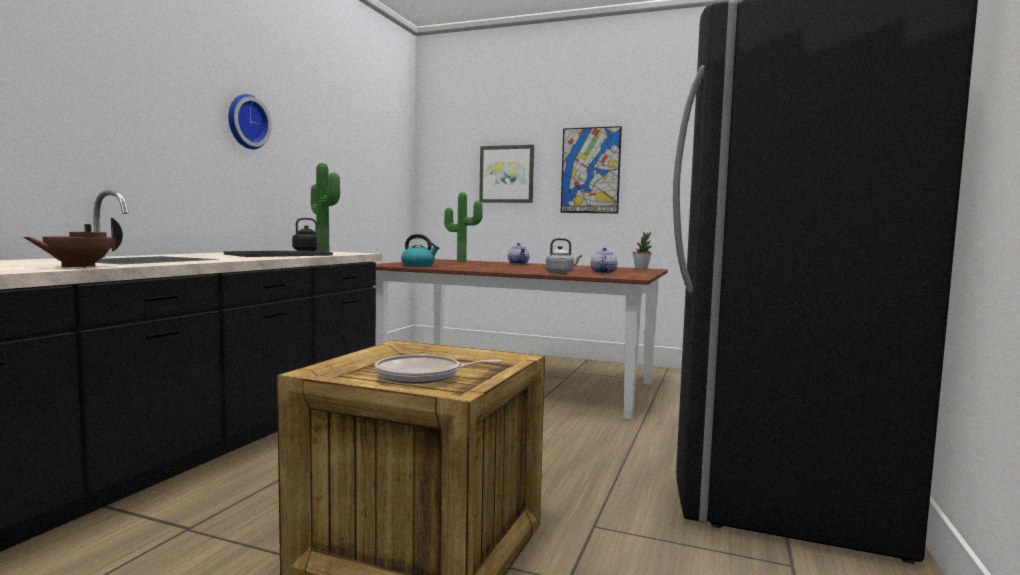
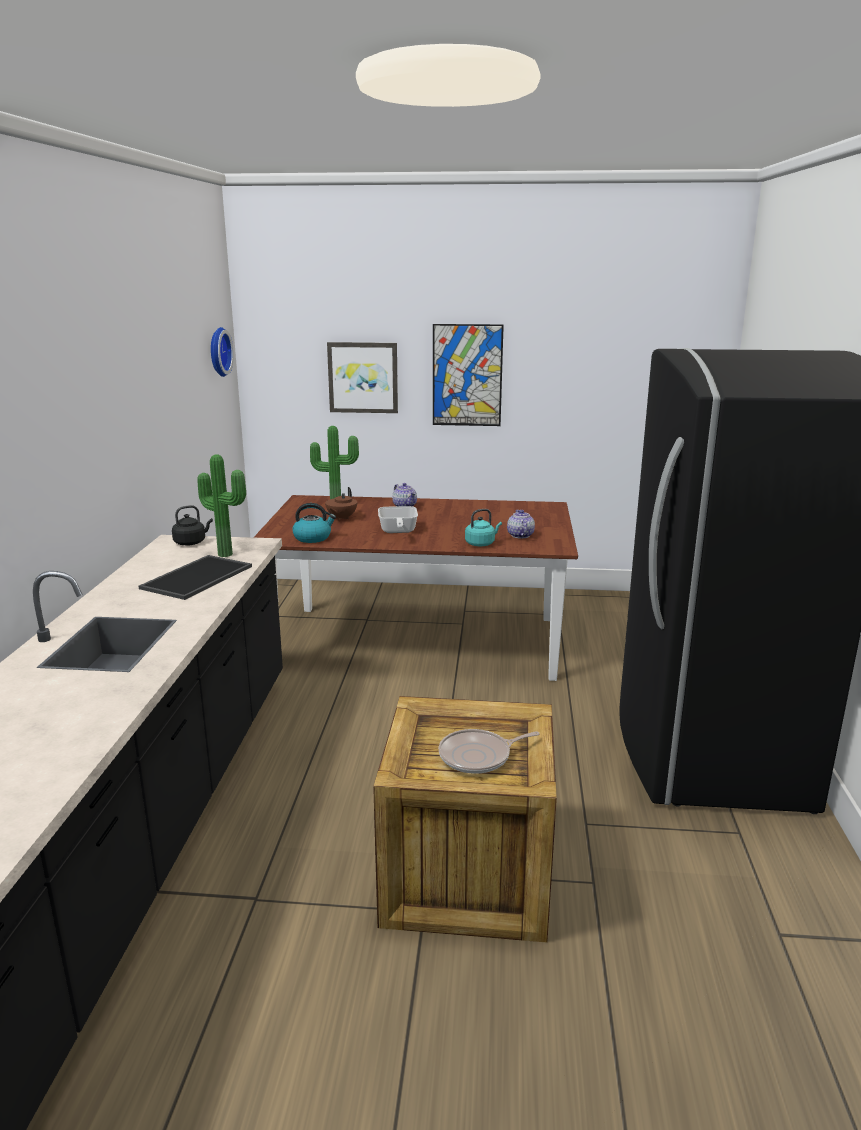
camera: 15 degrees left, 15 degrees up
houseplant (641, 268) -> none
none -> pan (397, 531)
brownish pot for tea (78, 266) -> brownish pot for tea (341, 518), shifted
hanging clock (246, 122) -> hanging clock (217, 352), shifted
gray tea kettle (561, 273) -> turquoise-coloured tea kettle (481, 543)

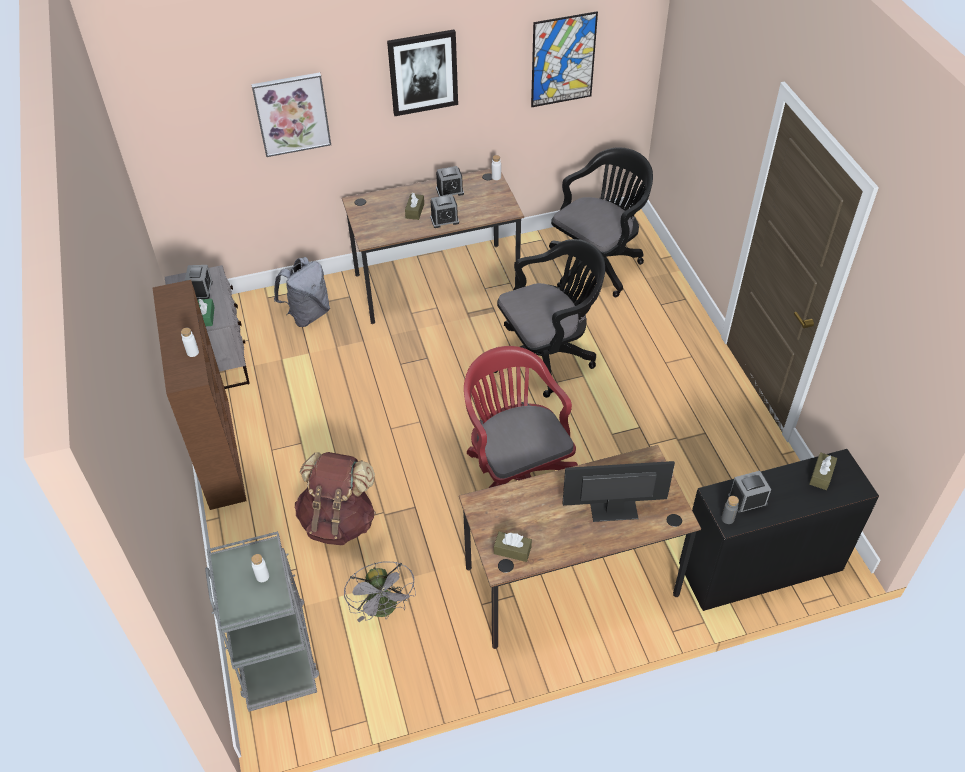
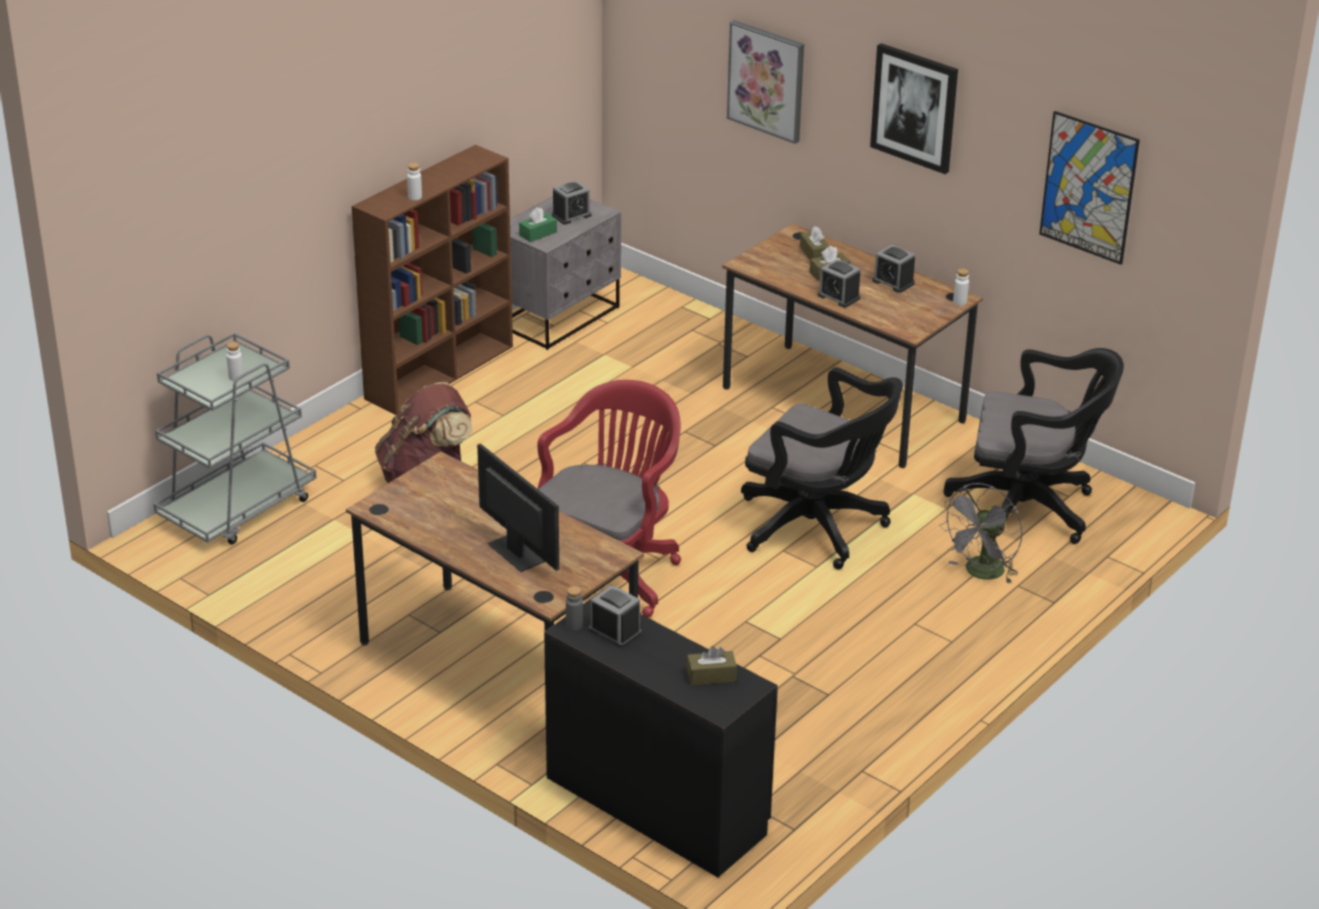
camera: 55 degrees right, 15 degrees down
gray backpack (308, 314) -> none
gray fan (384, 610) -> gray fan (981, 574), shifted
brownish tissue box (512, 550) -> brownish tissue box (814, 253), shifted

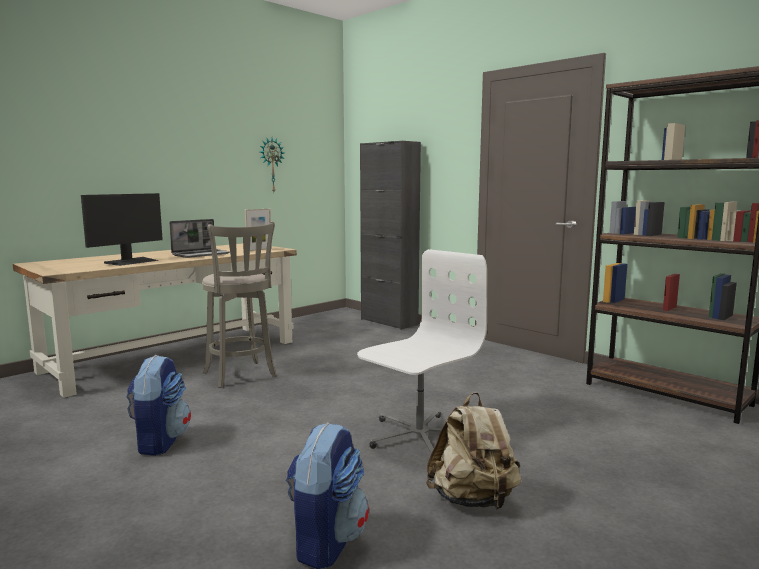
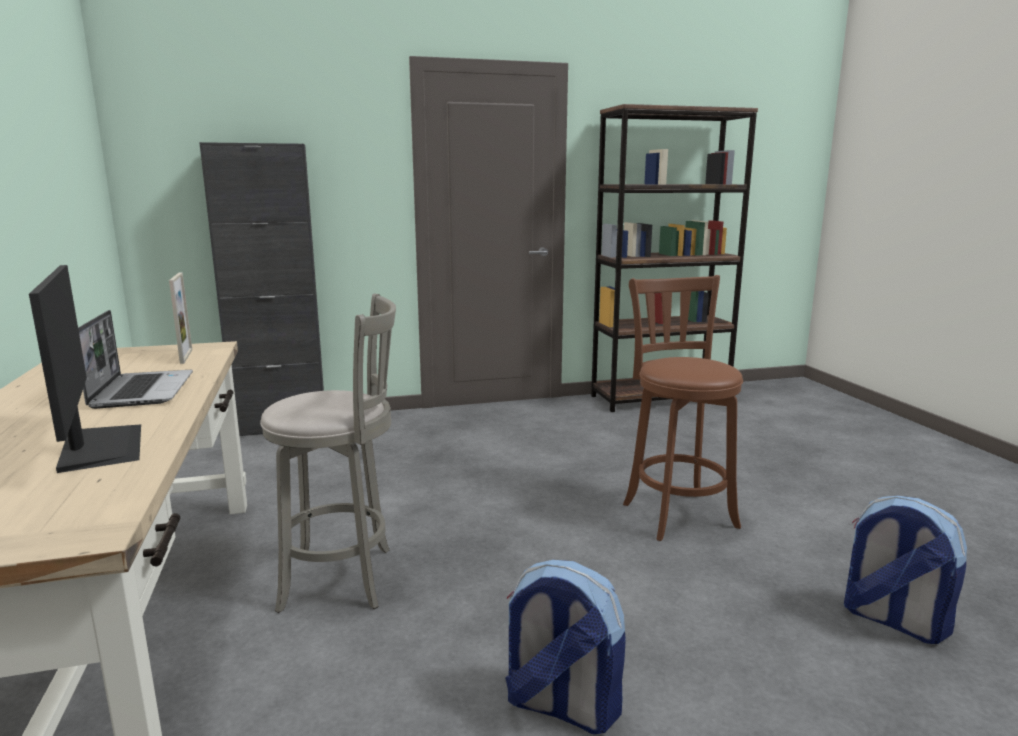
camera: 60 degrees left, 5 degrees up
hanging clock (271, 165) -> none
sand-coloured backpack (473, 500) -> none
whitish computer chair (418, 436) -> brownish stool seat (676, 512)

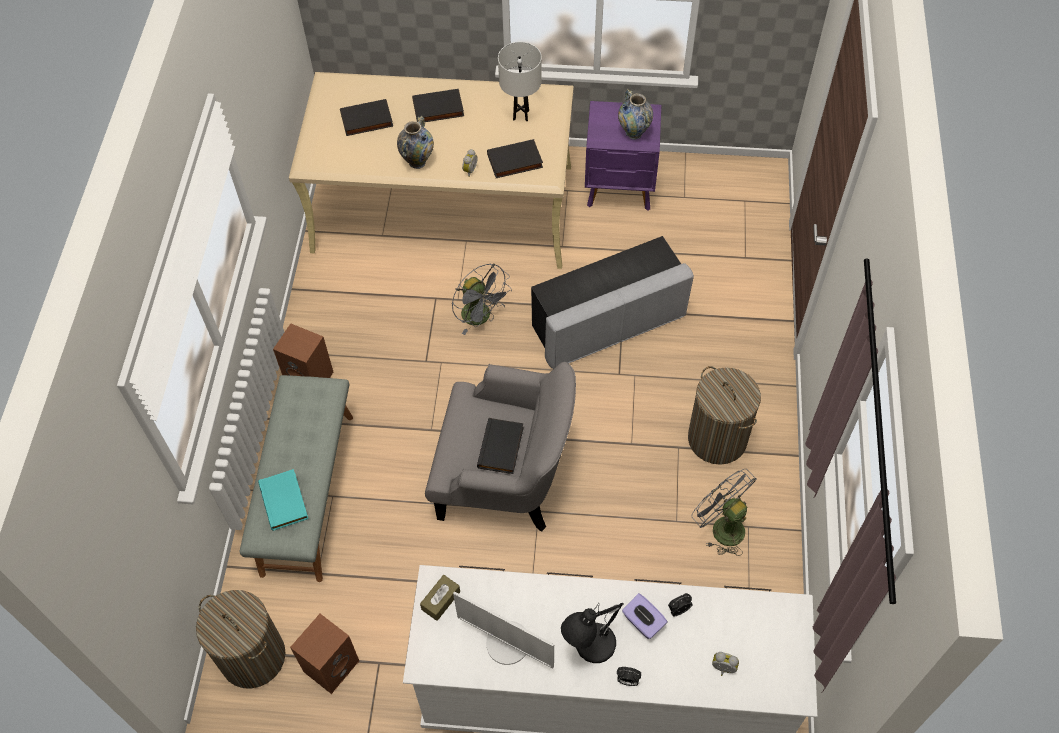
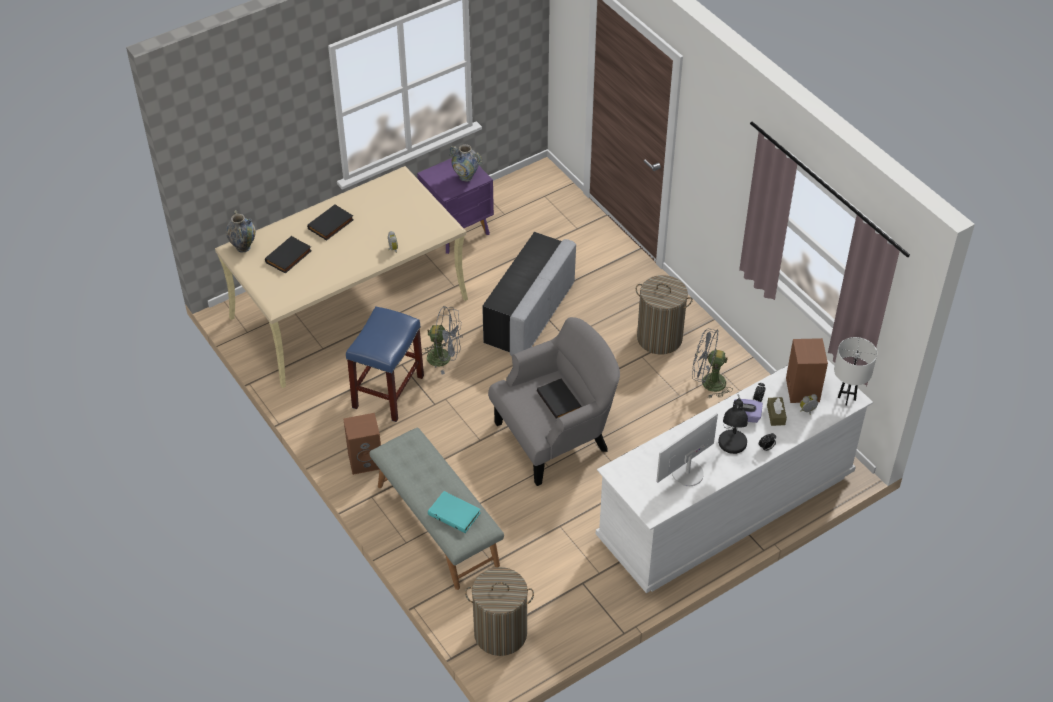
camera: 40 degrees left, 10 degrees down
blackish book (515, 162) -> none
none -> blue stool seat (388, 392)
brownish loudspeaker (331, 664) -> brownish loudspeaker (801, 389), shifted
decorative vase (417, 162) -> decorative vase (243, 247), shifted
brownish tissue box (441, 600) -> brownish tissue box (776, 415), shifted
whitish table lamp (521, 115) -> whitish table lamp (846, 398), shifted
computer screen (508, 643) -> computer screen (687, 473), 150 degrees clockwise

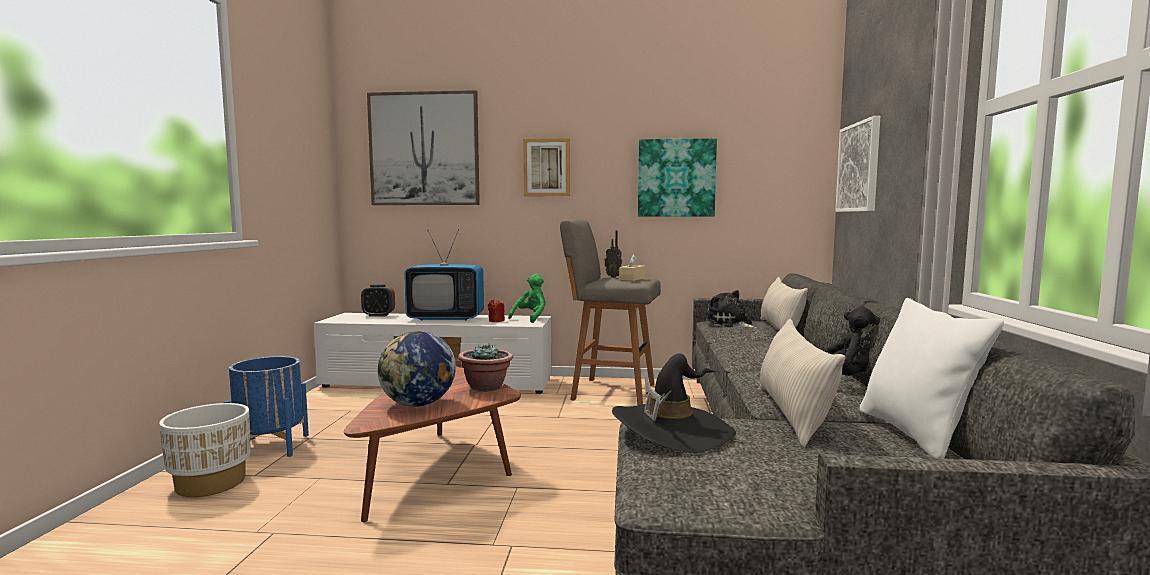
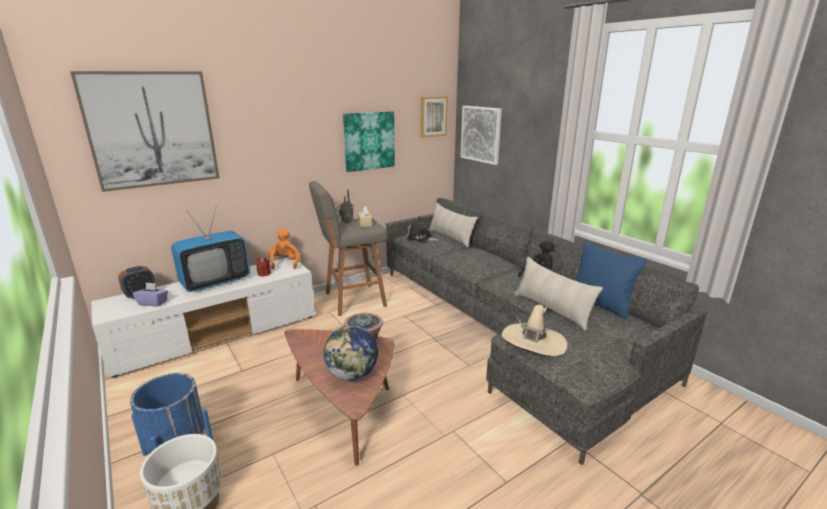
camera: 40 degrees left, 15 degrees up
none -> purple tissue box (153, 302)
picture (546, 167) -> picture (433, 116), shifted
green-coloured cuddly toy (531, 318) -> orange cuddly toy (284, 263)
blackish hat (672, 430) -> sand-coloured hat (533, 342)
whitish cushion (915, 433) -> blue cushion (600, 305)

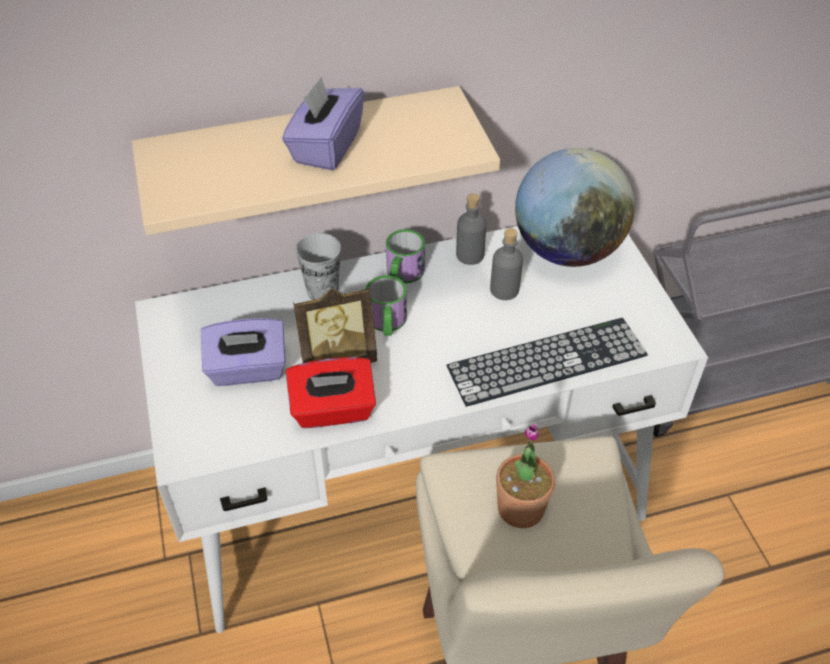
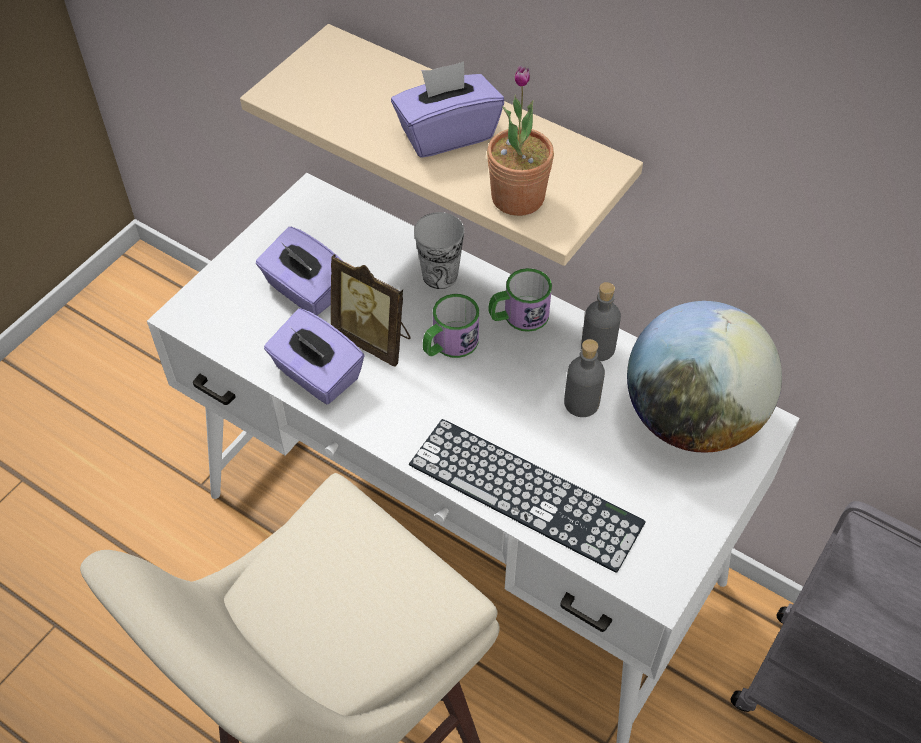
camera: 50 degrees right, 5 degrees up
houseplant (520, 508) -> houseplant (517, 197), shifted
reddish tissue box (333, 410) -> purple tissue box (317, 375)

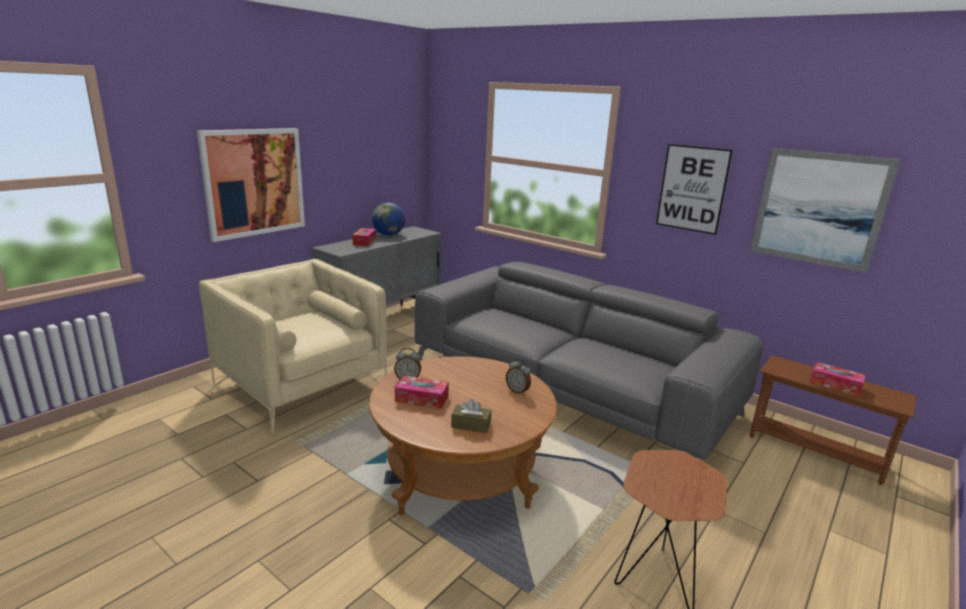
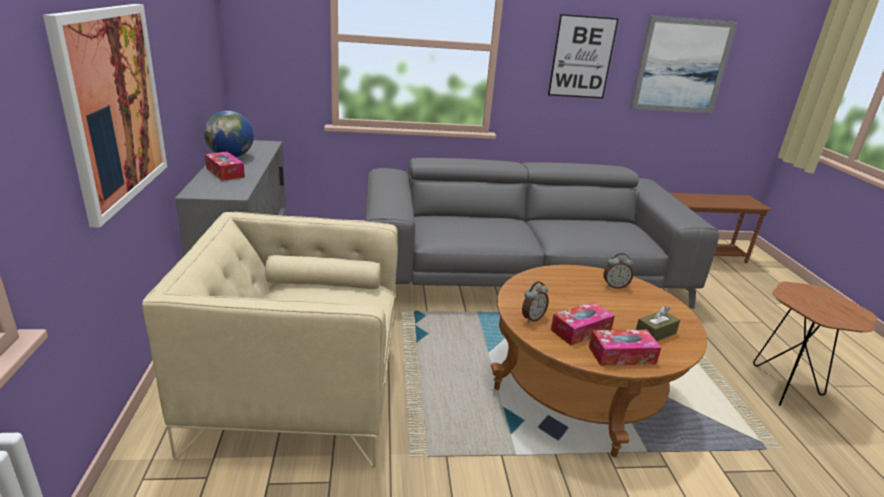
camera: 45 degrees left, 5 degrees up
tissue box (835, 385) -> tissue box (622, 355), shifted

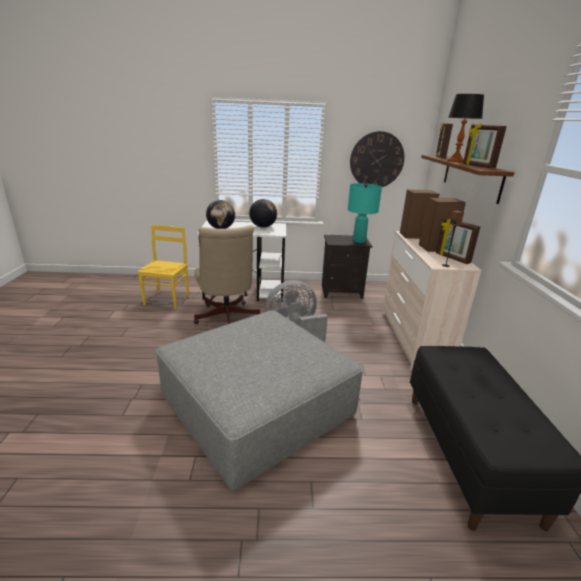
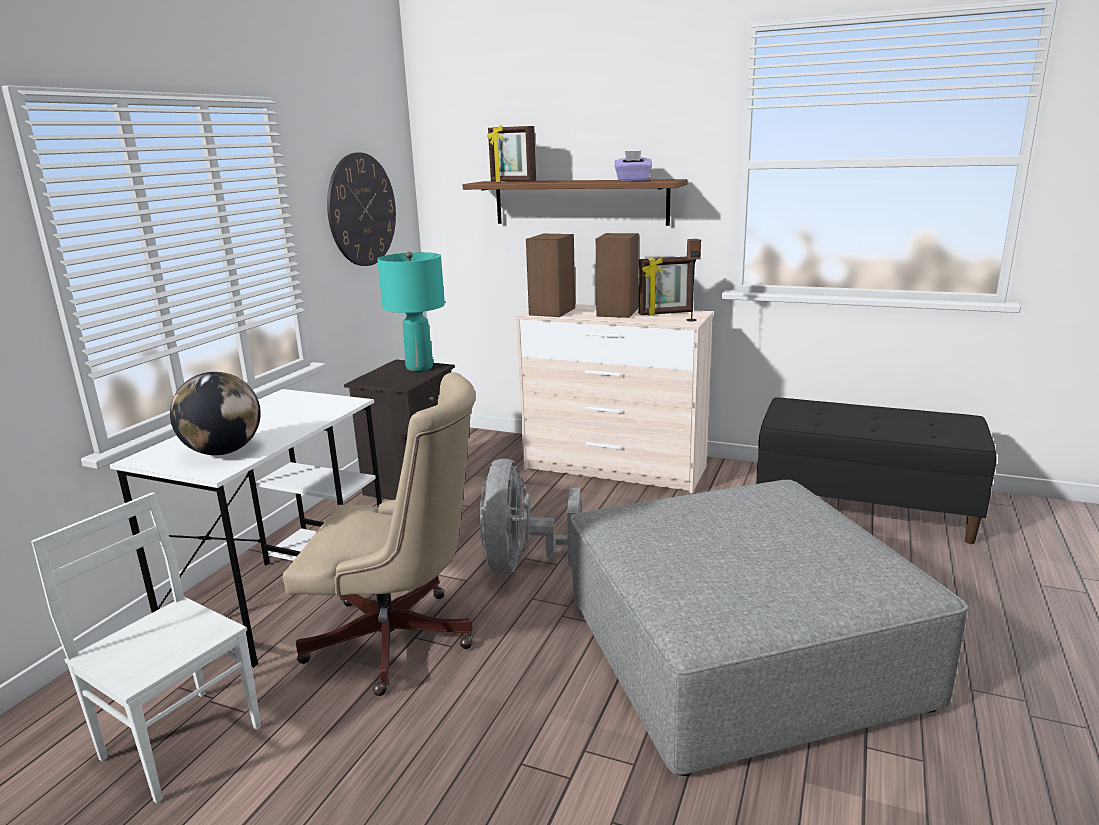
camera: 65 degrees left, 5 degrees down
globe (263, 227) -> none
table lamp (455, 161) -> none
photo frame (477, 166) -> purple tissue box (633, 180)
yellow chair (167, 300) -> whitish chair (182, 740)

